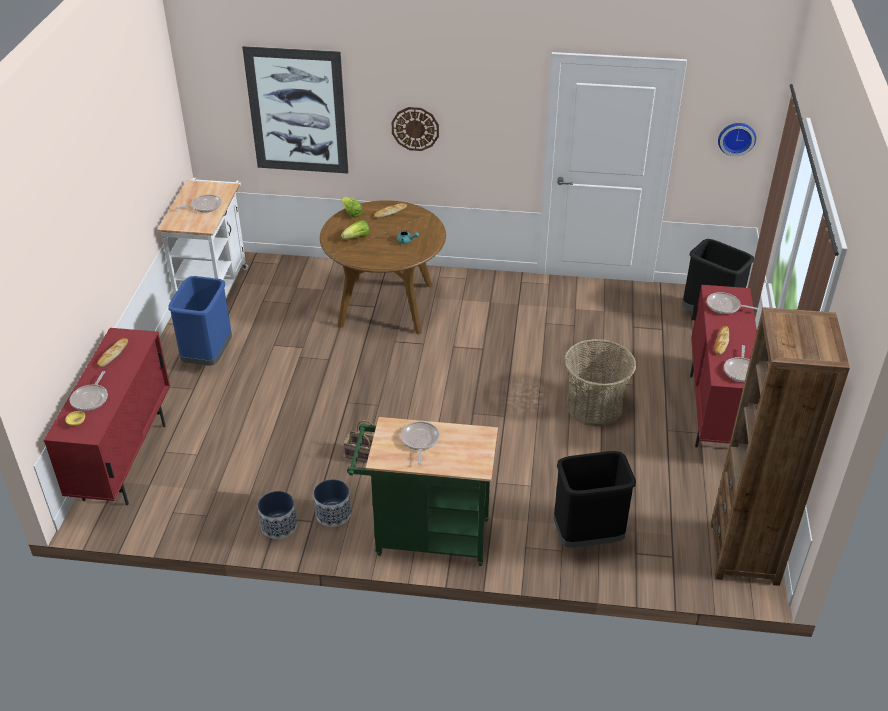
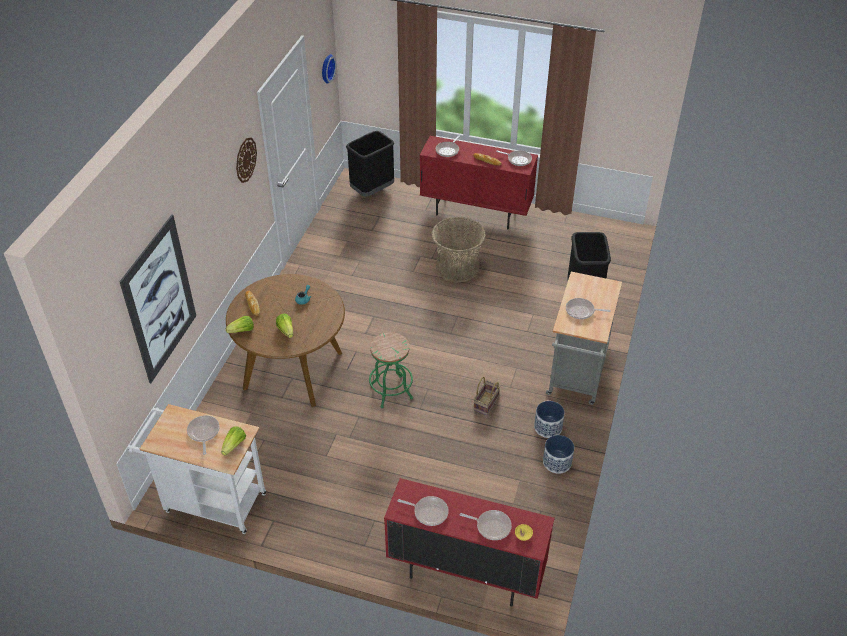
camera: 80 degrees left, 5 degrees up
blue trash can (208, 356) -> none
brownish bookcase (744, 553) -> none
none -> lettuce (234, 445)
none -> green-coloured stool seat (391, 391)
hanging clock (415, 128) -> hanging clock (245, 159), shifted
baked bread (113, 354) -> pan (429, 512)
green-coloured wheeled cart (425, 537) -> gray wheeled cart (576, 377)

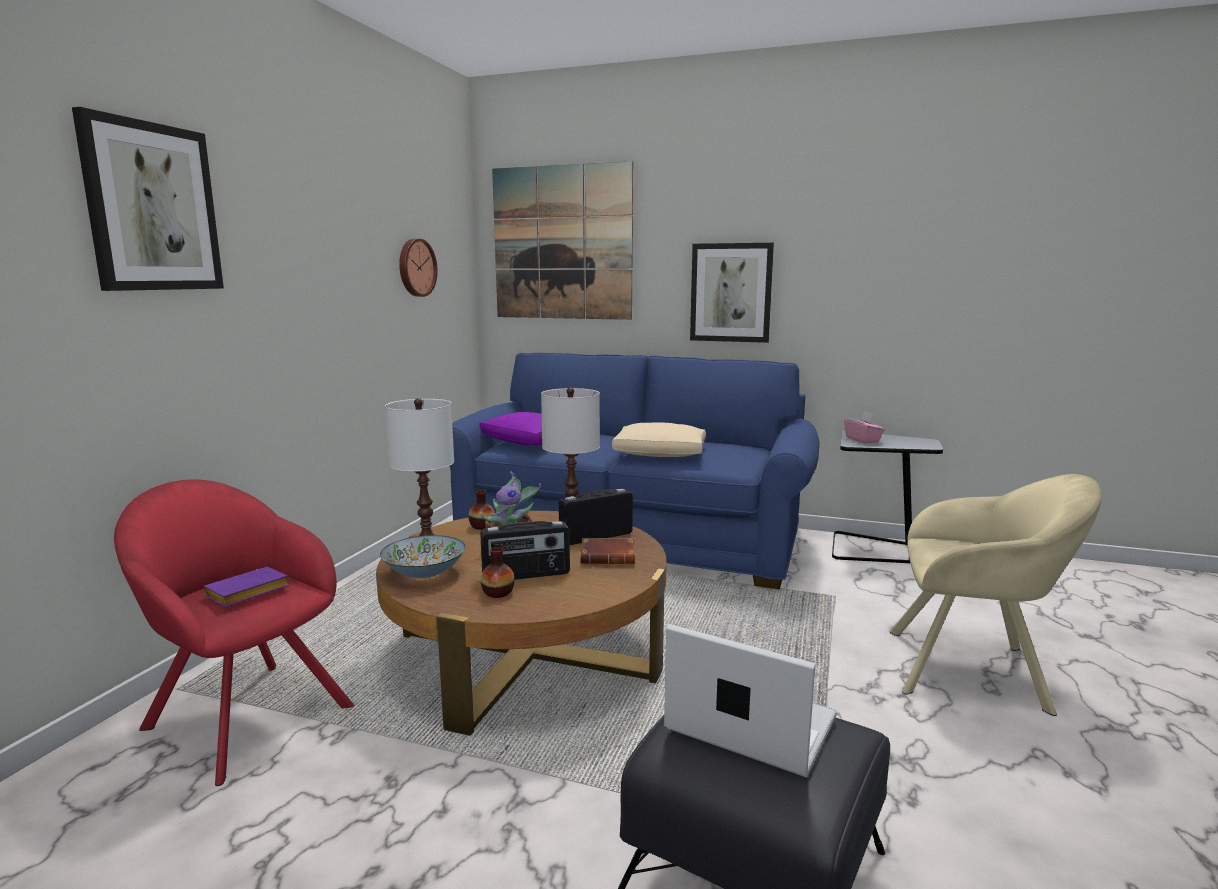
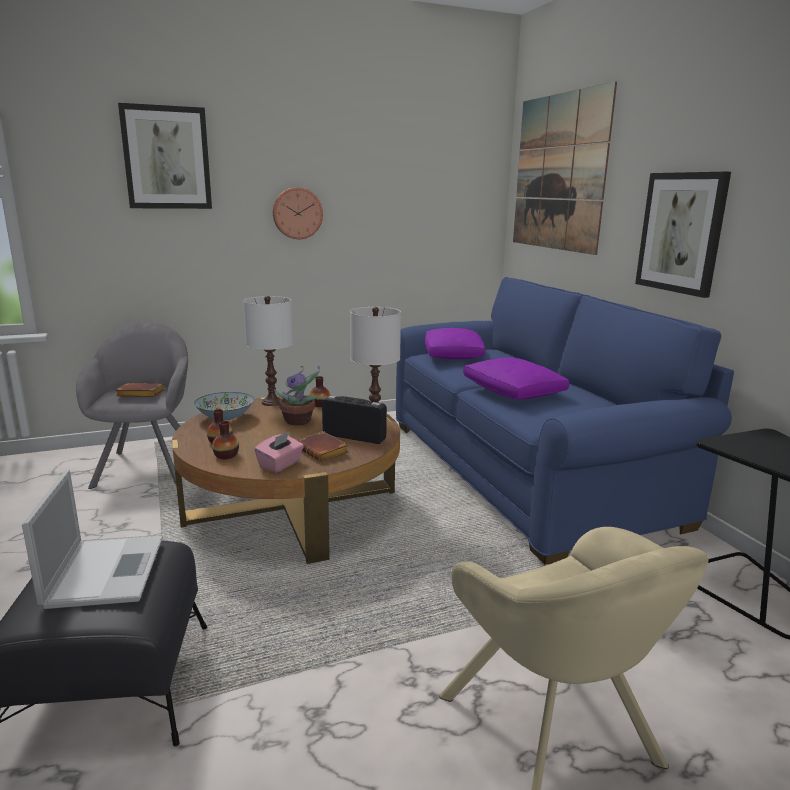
camera: 50 degrees right, 5 degrees up
radio set (526, 575) -> none
none -> decorative vase (226, 455)
hanging clock (416, 267) -> hanging clock (297, 213), shifted
pinkish tissue box (862, 440) -> pinkish tissue box (280, 465), shifted
reddish easy chair (244, 713) -> gray easy chair (149, 465)
purple book (246, 594) -> brownish book (139, 394)
sand-coloured cushion (661, 453) -> purple cushion (514, 392)

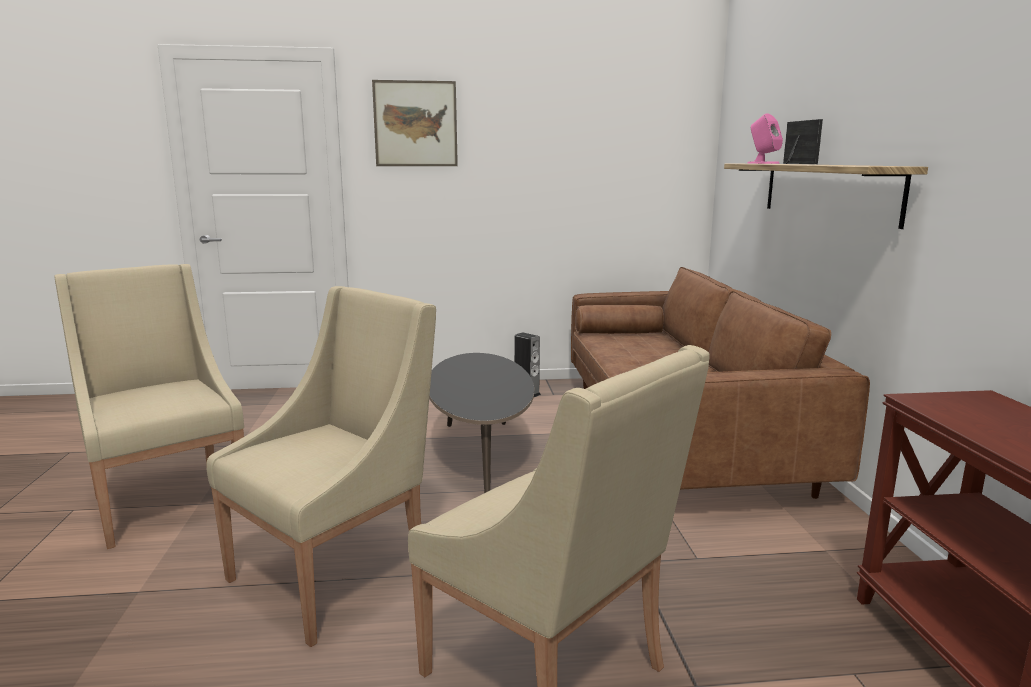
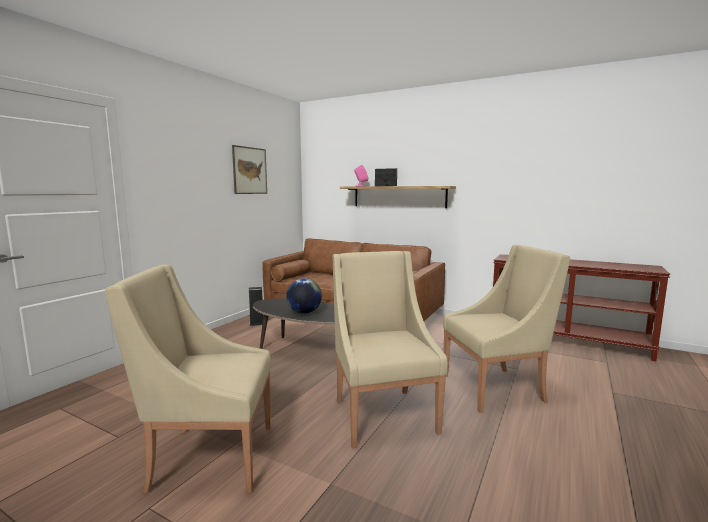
camera: 55 degrees left, 5 degrees down
none -> globe (304, 312)
picture (415, 124) -> picture (250, 170), shifted

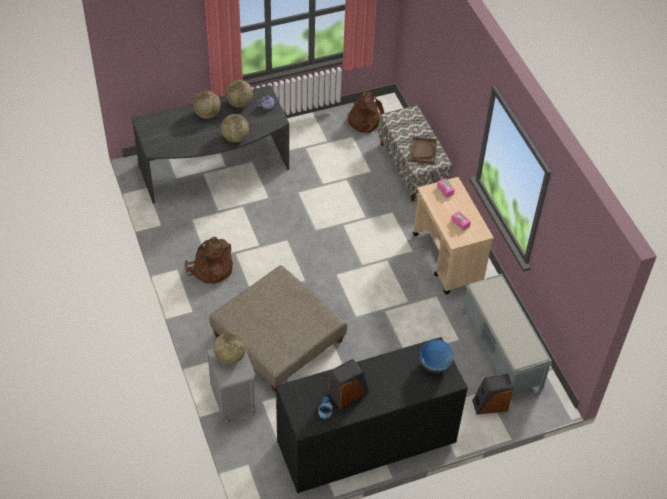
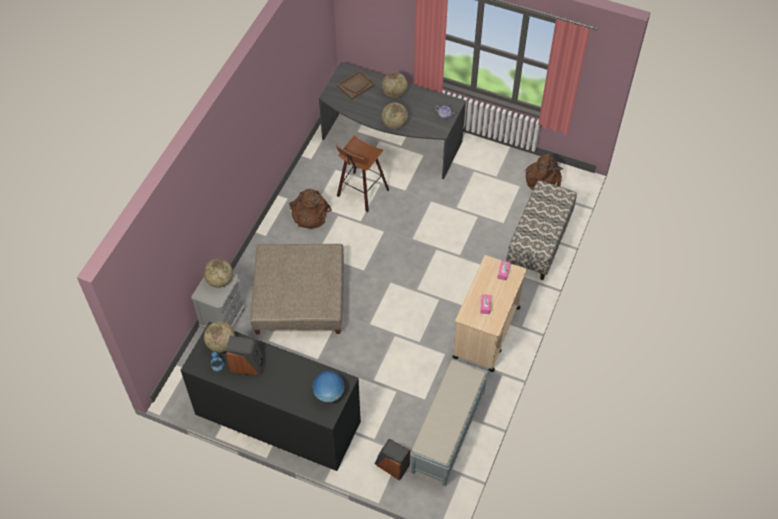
camera: 45 degrees right, 5 degrees up
none -> stool seat (361, 193)
globe (239, 103) -> globe (221, 344), shifted
brownish serving tray (423, 151) -> brownish serving tray (356, 85), shifted

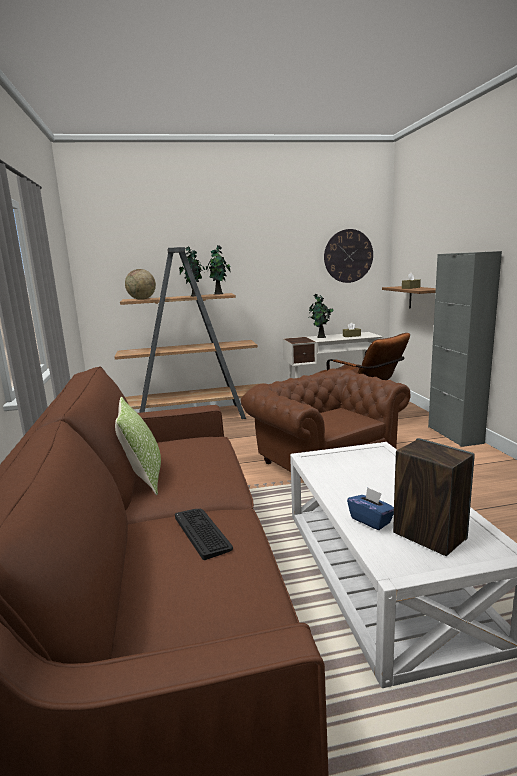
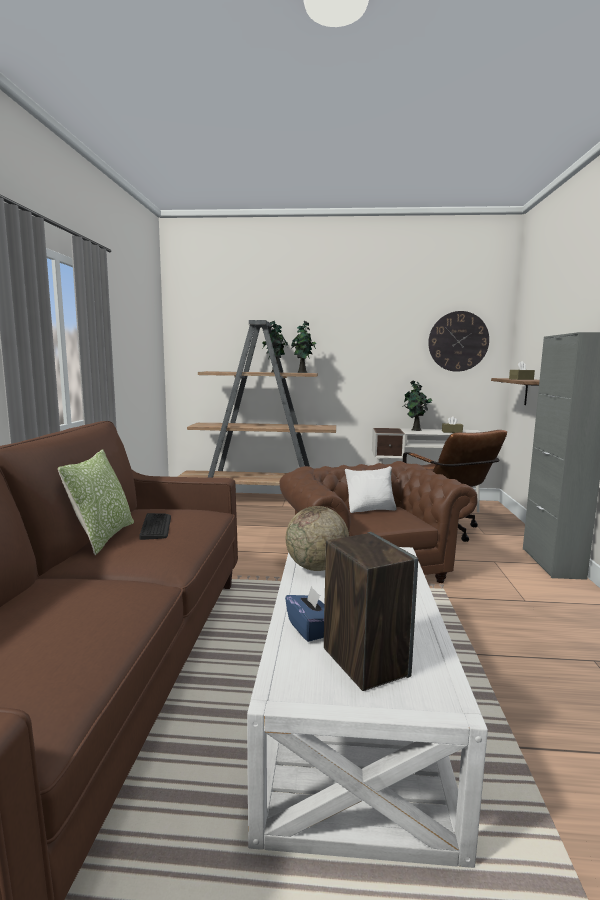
camera: 15 degrees right, 5 degrees down
none -> whitish cushion (370, 509)
globe (142, 299) -> globe (316, 567), shifted
computer keyboard (202, 532) -> computer keyboard (156, 526), shifted

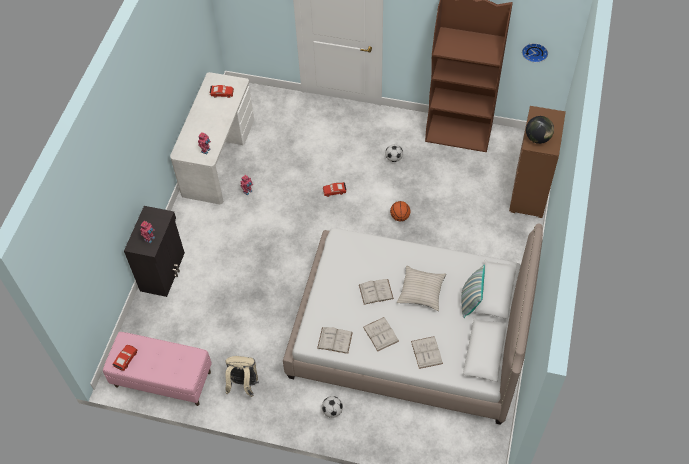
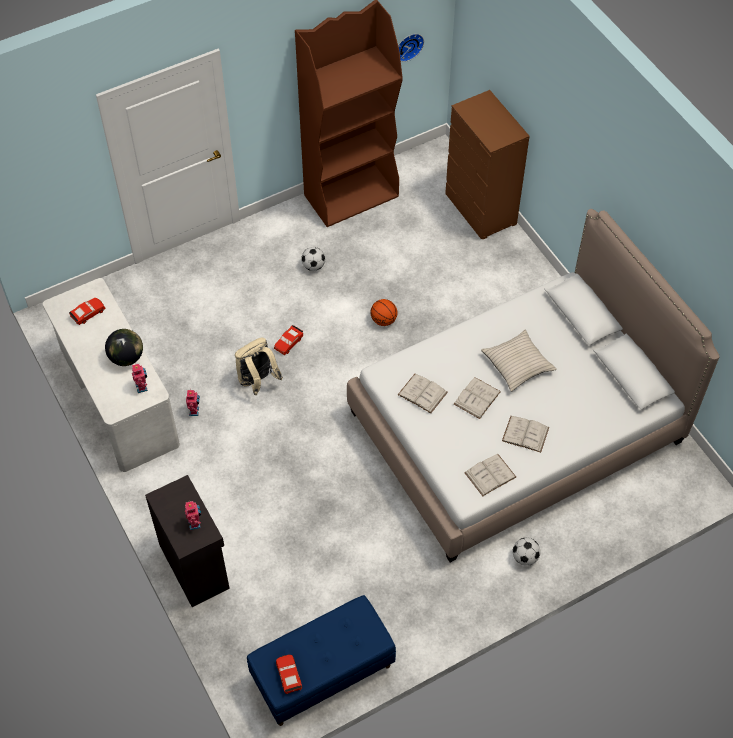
camera: 45 degrees left, 0 degrees up
cushion (470, 301) -> none
sand-coloured backpack (243, 384) -> sand-coloured backpack (257, 381), shifted
whitish book (426, 352) -> whitish book (422, 393), shifted
globe (537, 138) -> globe (126, 358), shifted
pinkish bench (162, 379) -> blue bench (322, 674)

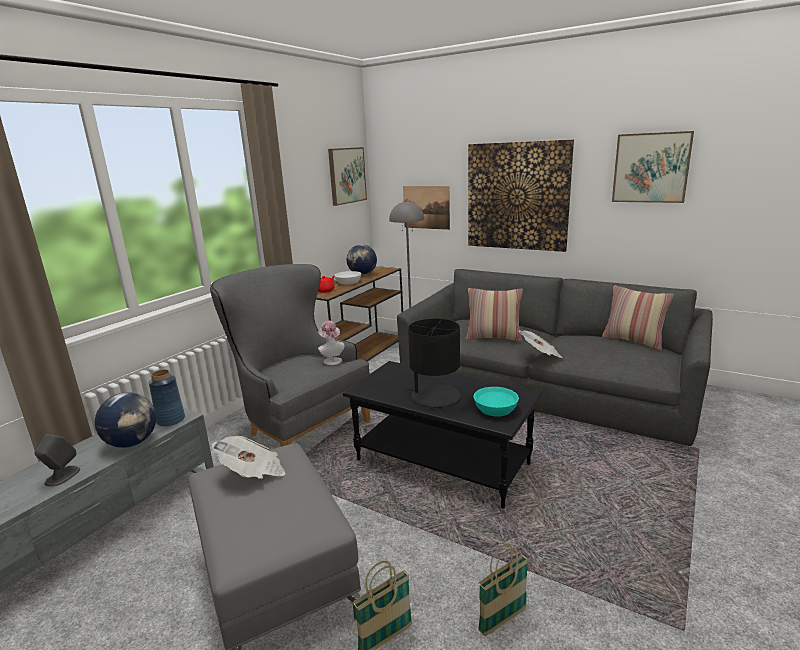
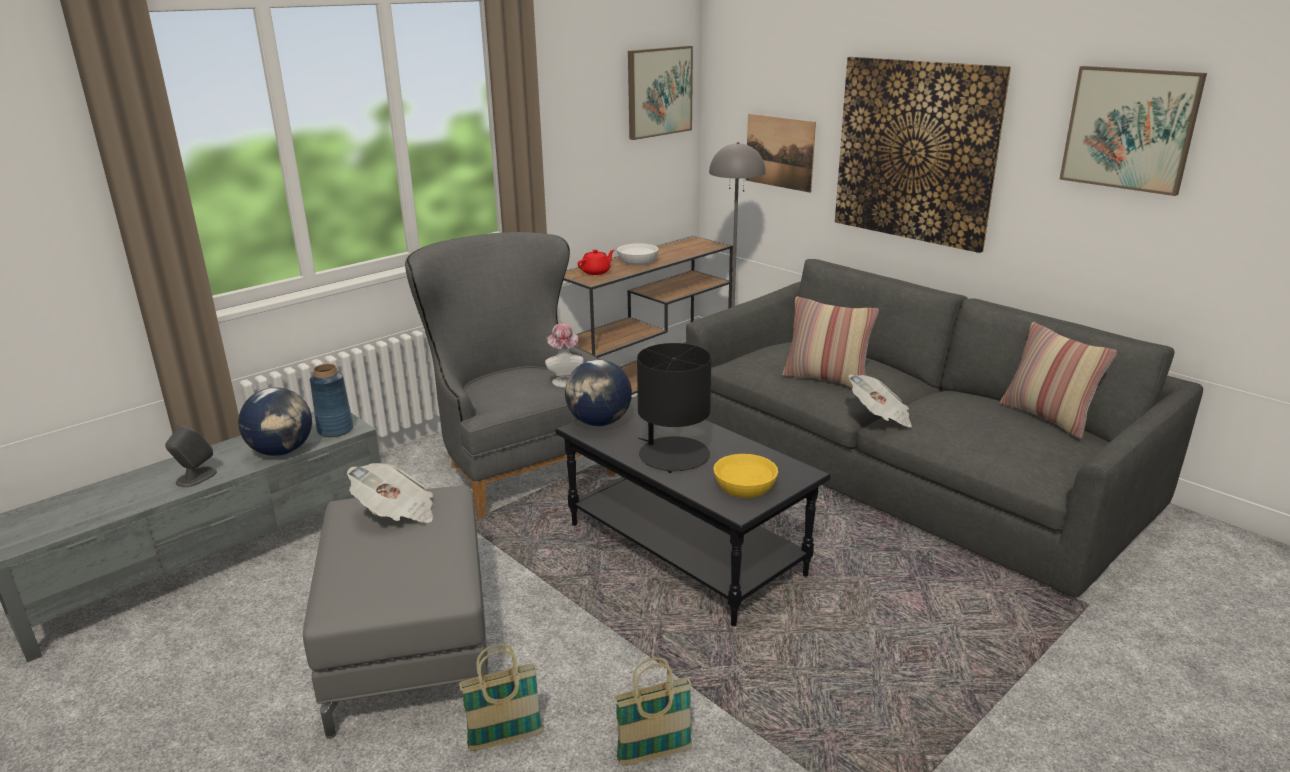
camera: 15 degrees right, 5 degrees up
globe (362, 274) -> globe (598, 423), shifted
turquoise-coloured deep dish (495, 409) -> yellow deep dish (744, 487)

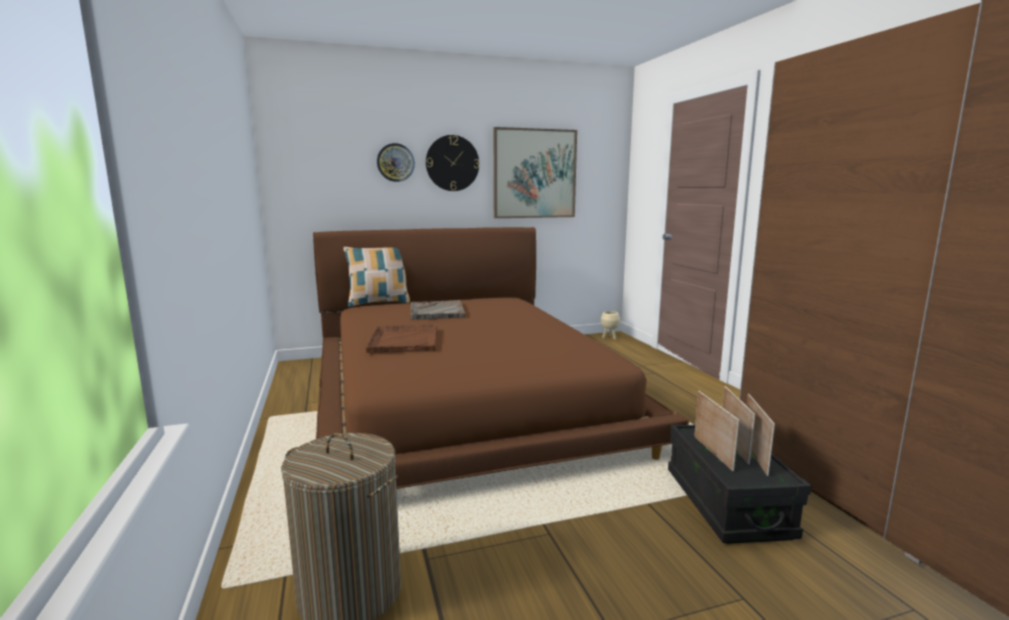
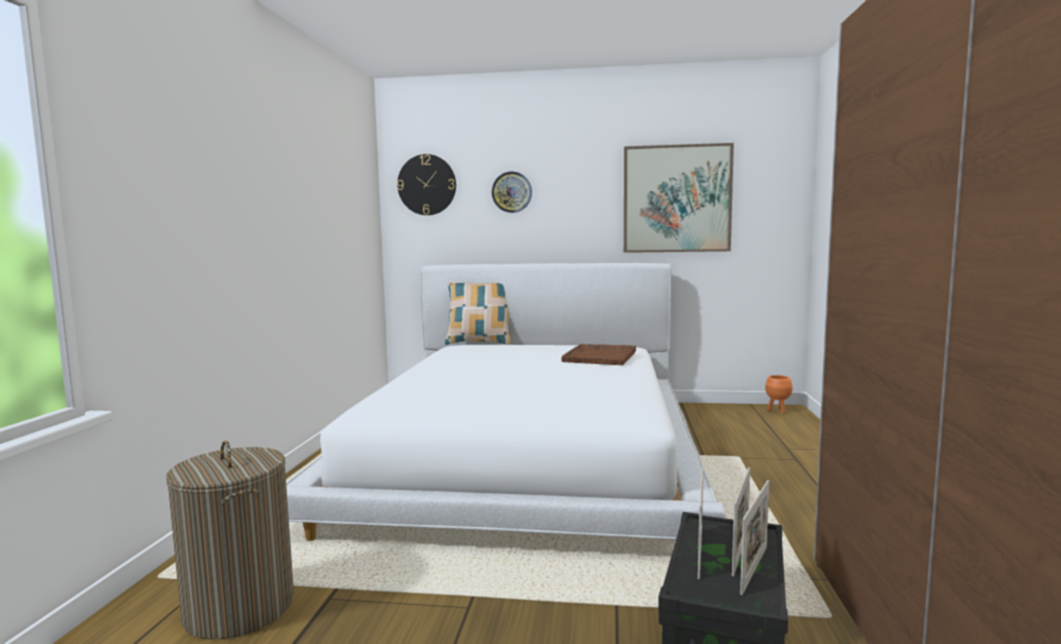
camera: 25 degrees right, 5 degrees down
gray serving tray (436, 311) -> none
brownish serving tray (404, 340) -> brownish serving tray (600, 356), shifted
hanging clock (452, 163) -> hanging clock (427, 185), shifted
brownish sleeping bed (462, 397) -> whitish sleeping bed (526, 454)
sand-coloured flower pot (609, 338) -> orange flower pot (778, 411)

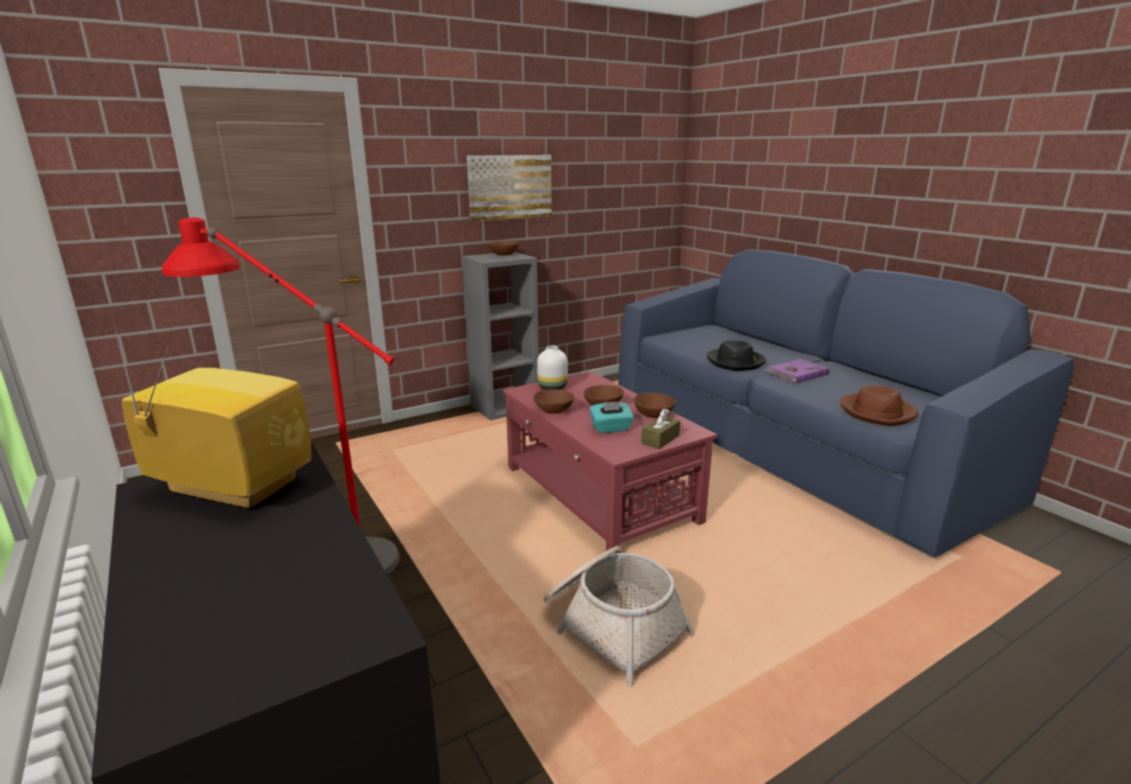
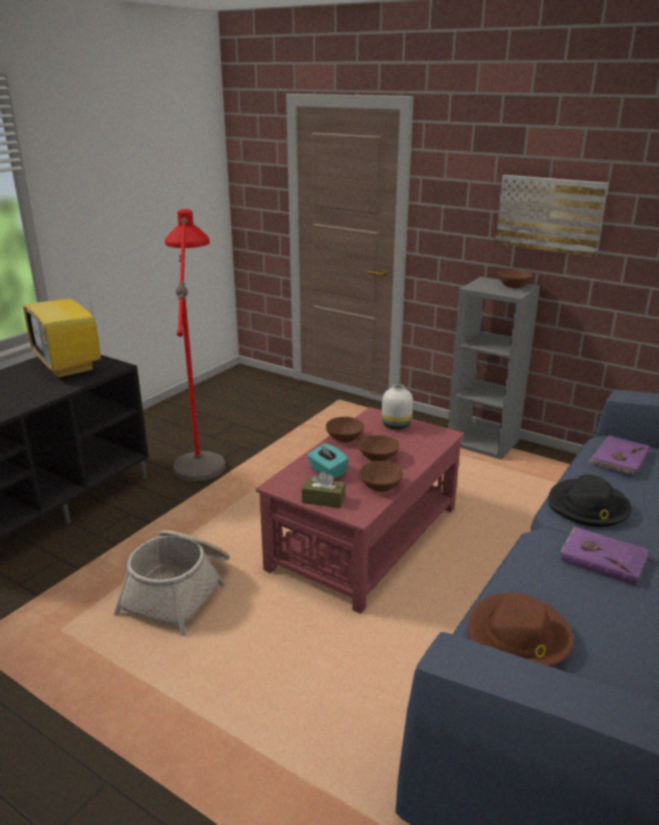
camera: 65 degrees right, 5 degrees up
none -> purple book (619, 458)
television (228, 489) -> television (70, 367), 150 degrees clockwise

